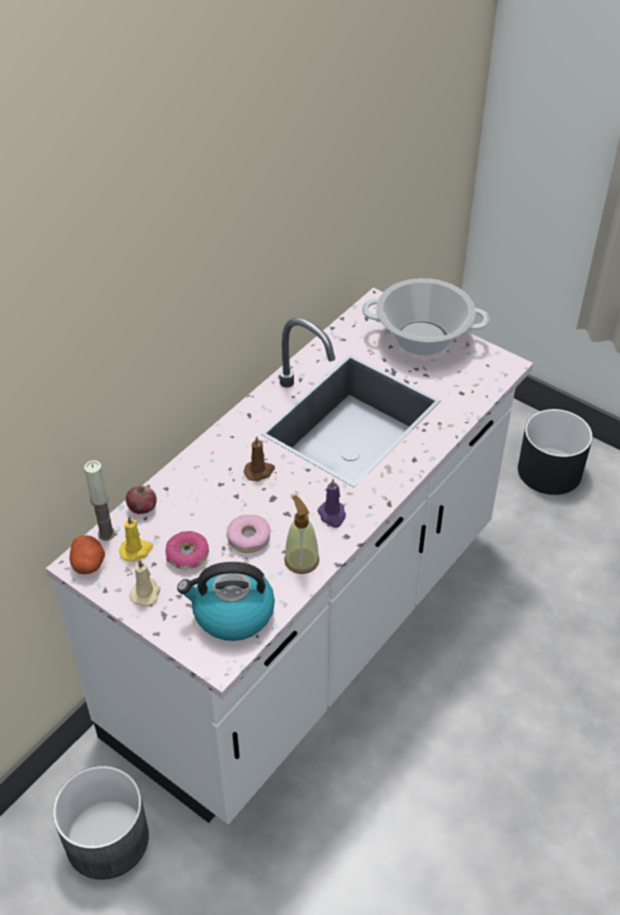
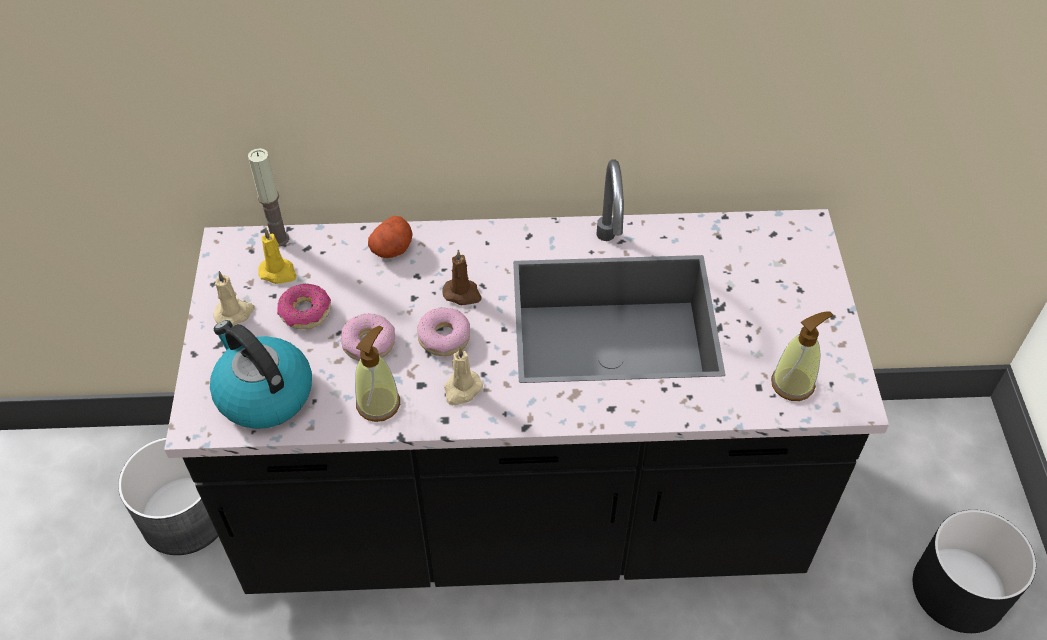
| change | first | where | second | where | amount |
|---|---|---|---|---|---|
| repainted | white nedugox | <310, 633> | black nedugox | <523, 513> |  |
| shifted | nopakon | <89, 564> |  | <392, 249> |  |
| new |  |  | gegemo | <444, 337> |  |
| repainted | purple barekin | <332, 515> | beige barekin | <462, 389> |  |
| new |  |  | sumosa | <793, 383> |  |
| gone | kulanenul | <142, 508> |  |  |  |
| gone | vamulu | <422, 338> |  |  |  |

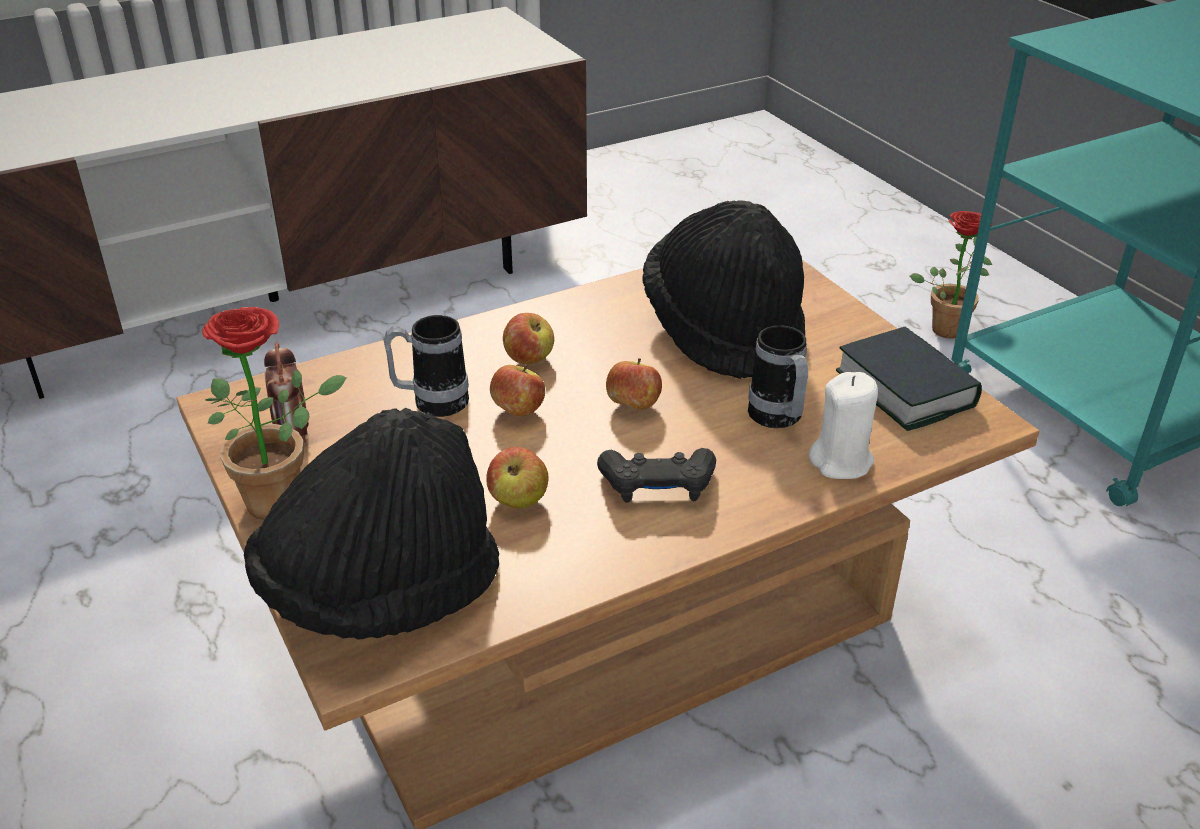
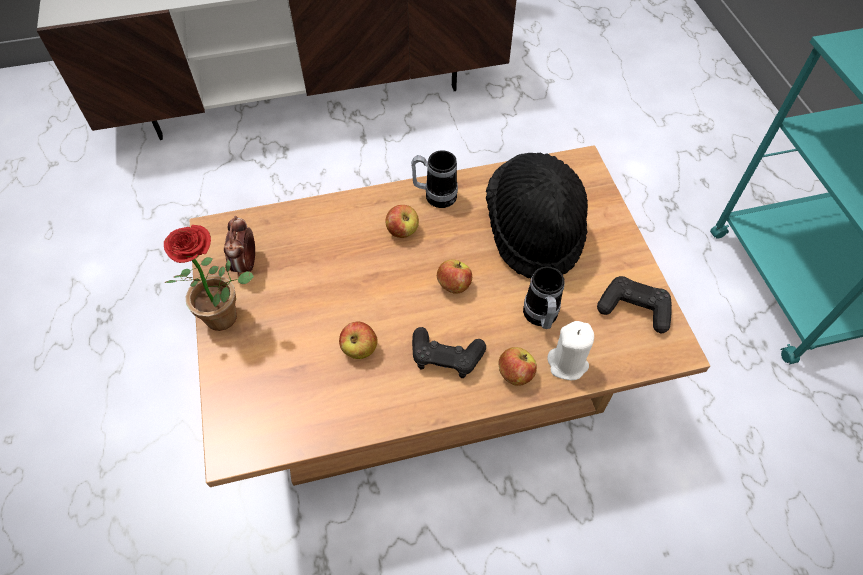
| change | first | where | second | where | amount |
|---|---|---|---|---|---|
| shifted | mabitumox | <431, 403> |  | <434, 196> |  |
| shifted | kulanenul | <518, 411> |  | <515, 374> |  |
| swapped | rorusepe | <905, 389> | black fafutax | <634, 309> |  |
| gone | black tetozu | <382, 591> |  |  |  |
| gone | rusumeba | <948, 326> |  |  |  |

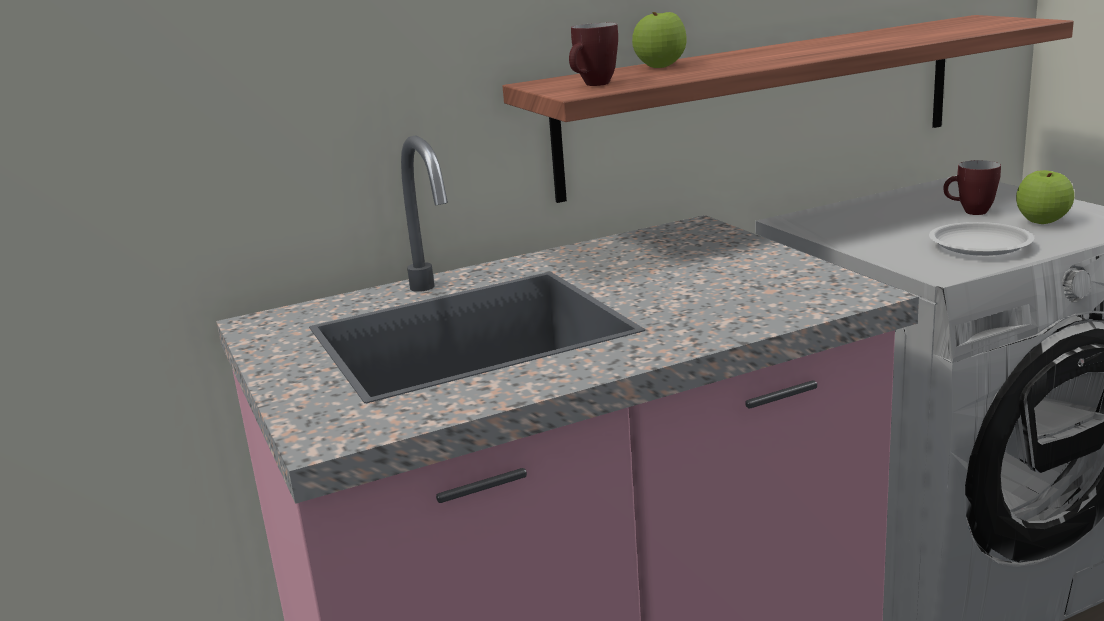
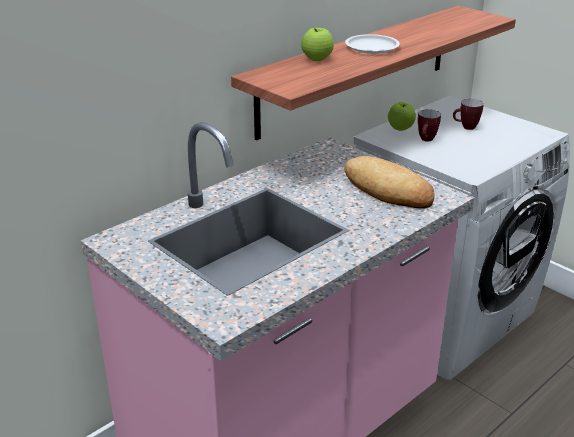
| change | first | where | second | where | amount |
|---|---|---|---|---|---|
| new |  |  | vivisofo | <387, 190> |  |
| shifted | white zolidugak | <980, 245> |  | <372, 47> |  |
| shifted | kulanenul | <1042, 222> |  | <400, 129> |  |
| shifted | mabitumox | <593, 85> |  | <426, 140> |  |

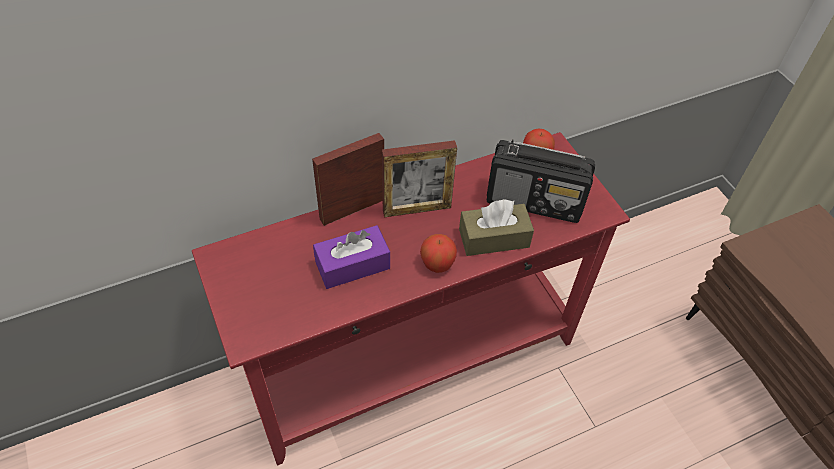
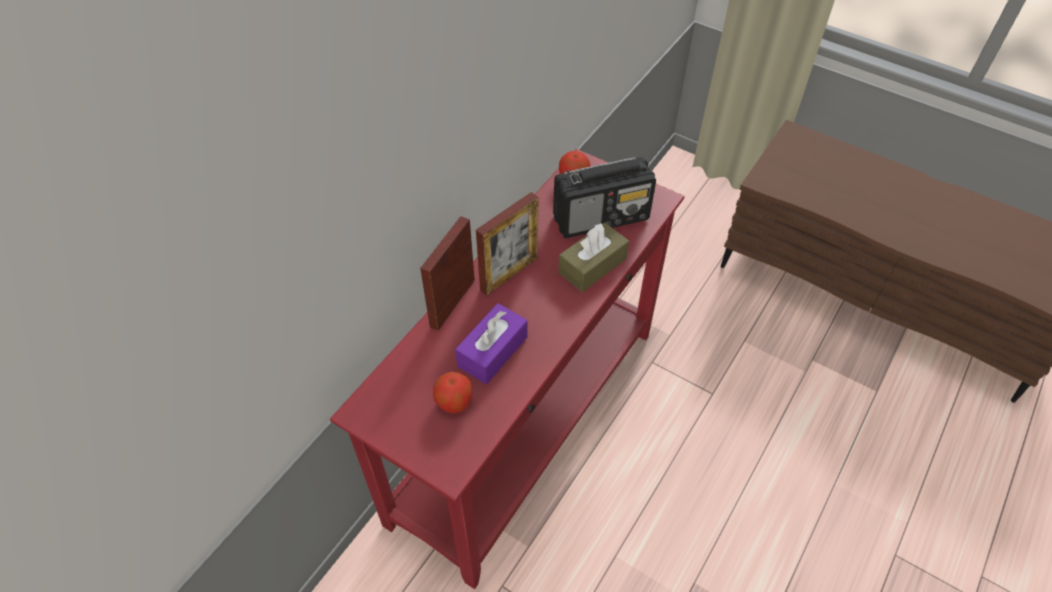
| change | first | where | second | where | amount |
|---|---|---|---|---|---|
| shifted | kulanenul | <437, 263> |  | <454, 402> |  |

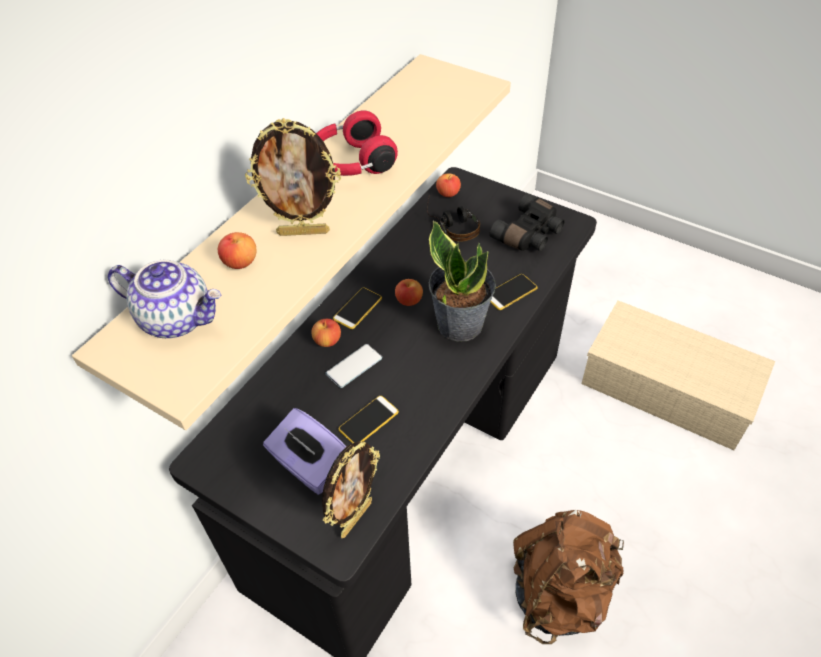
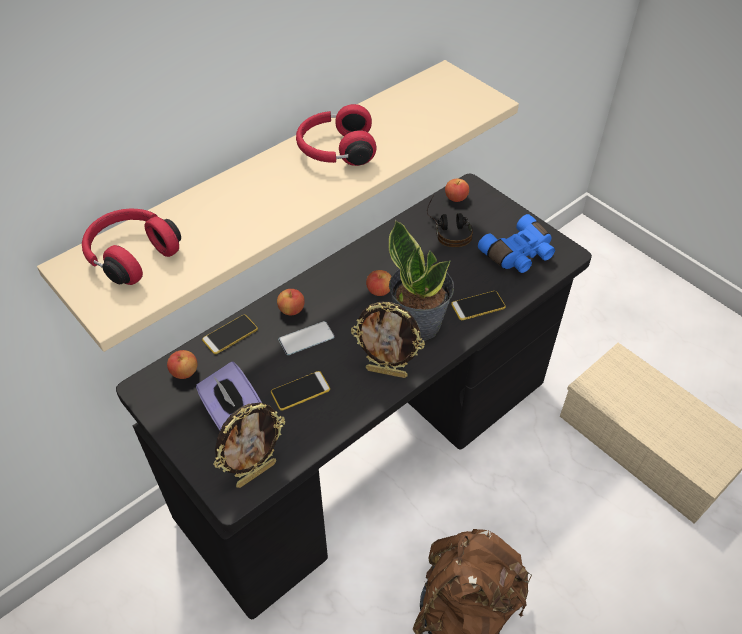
| change | first | where | second | where | amount |
|---|---|---|---|---|---|
| swapped | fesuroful | <178, 318> | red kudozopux | <131, 255> |  |
| shifted | kulanenul | <240, 262> |  | <184, 372> |  |
| shifted | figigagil | <357, 308> |  | <230, 334> |  |
| shifted | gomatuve | <304, 232> |  | <387, 372> |  |
| repainted | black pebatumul | <529, 234> | blue pebatumul | <519, 255> |  |

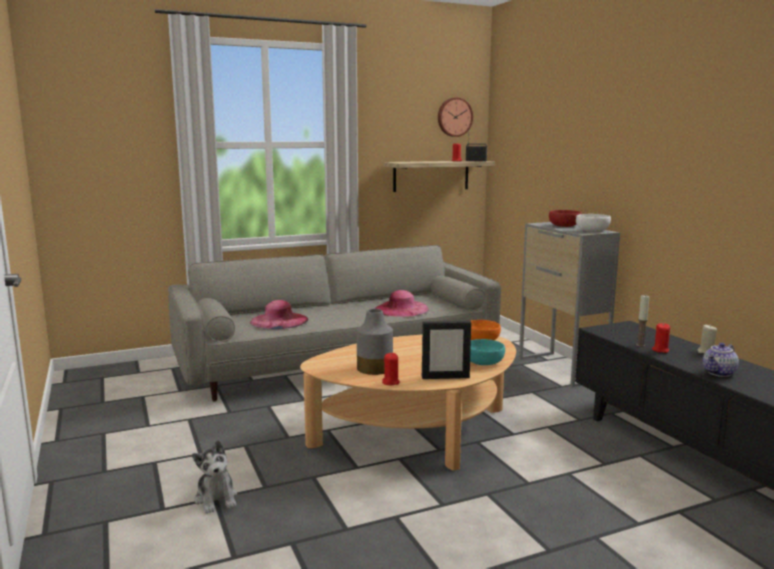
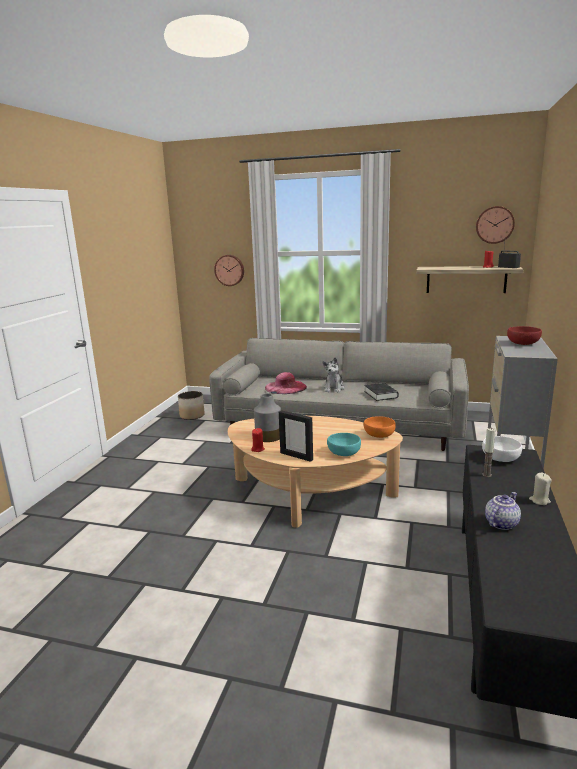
| change | first | where | second | where | amount |
|---|---|---|---|---|---|
| new |  |  | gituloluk | <192, 415> |  |
| new |  |  | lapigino | <229, 270> |  |
| shifted | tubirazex | <216, 499> |  | <334, 388> |  |
| swapped | pink tetozu | <401, 309> | black rorusepe | <381, 394> |  |
| shifted | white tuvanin | <592, 230> |  | <501, 458> |  |
| rotated | fesuroful | <719, 373> |  | <500, 523> | 135 degrees clockwise |
| gone | red barekin | <660, 350> |  |  |  |

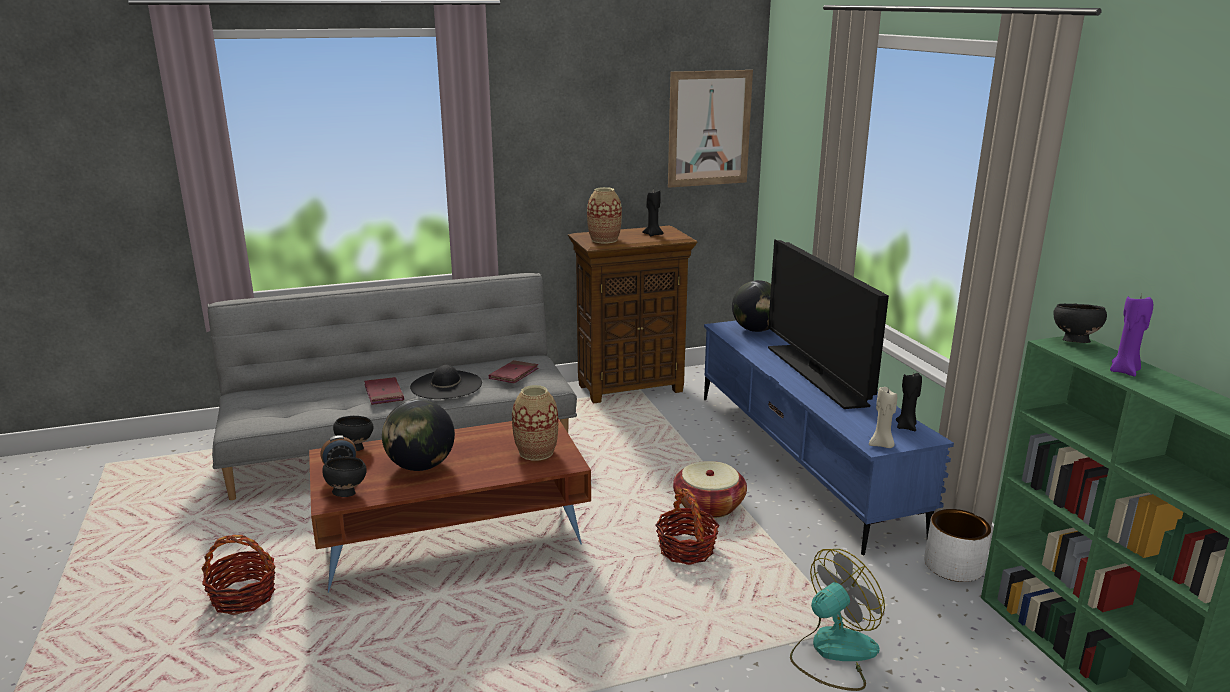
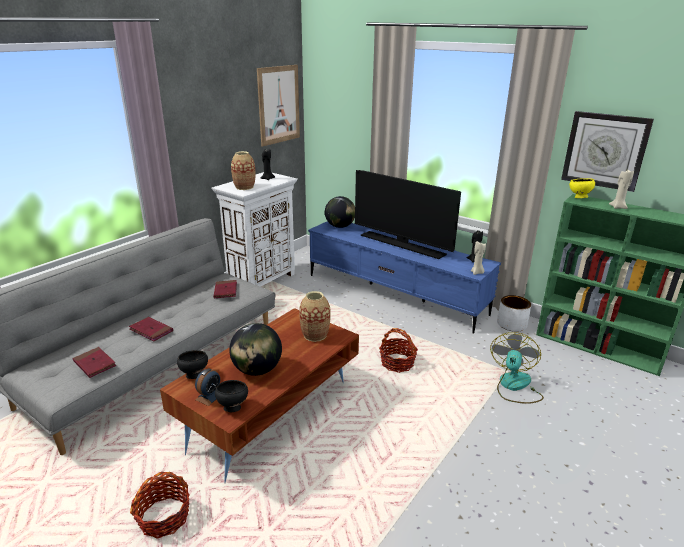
| change | first | where | second | where | amount |
|---|---|---|---|---|---|
| new |  |  | red rorusepe | <94, 364> |  |
| repainted | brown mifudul | <631, 387> | white mifudul | <262, 280> |  |
| new |  |  | lapigino | <605, 150> |  |
| repainted | black tuvanin | <1073, 342> | yellow tuvanin | <579, 198> |  |
| repainted | purple barekin | <1125, 371> | beige barekin | <618, 207> |  |
| gone | black tetozu | <446, 385> |  |  |  |
| gone | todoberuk | <709, 505> |  |  |  |

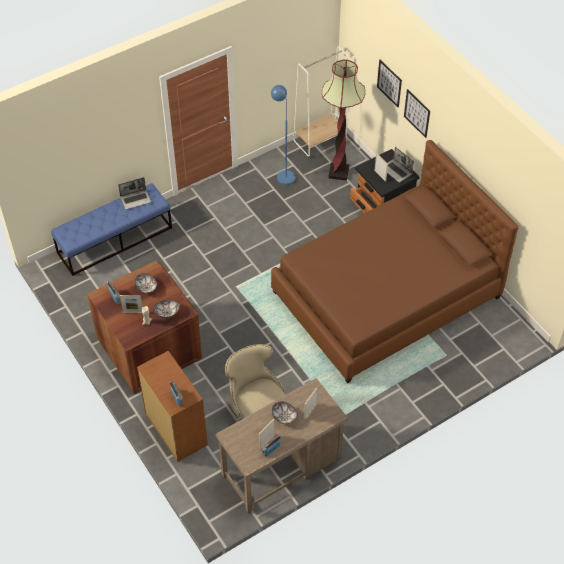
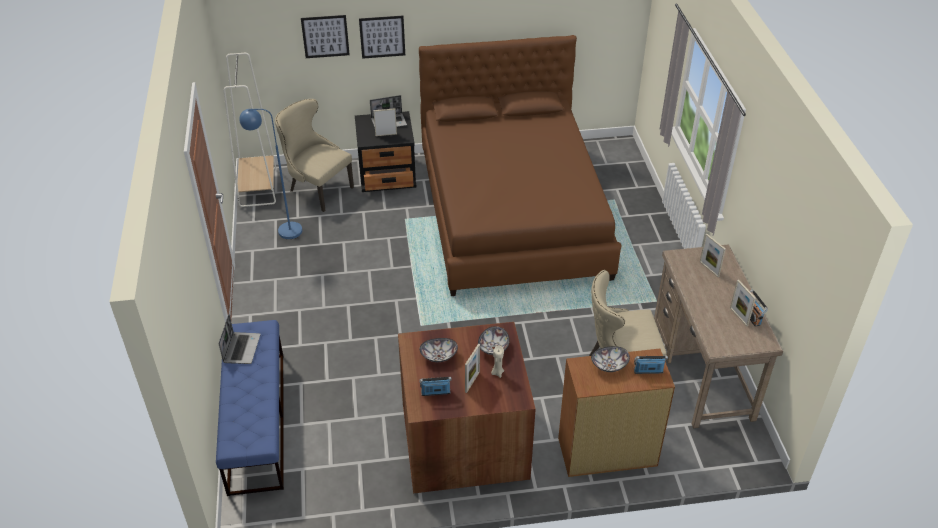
| change | first | where | second | where | amount |
|---|---|---|---|---|---|
| swapped | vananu | <338, 172> | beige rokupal | <318, 190> |  |
| shifted | tuvanin | <284, 417> |  | <609, 366> |  |

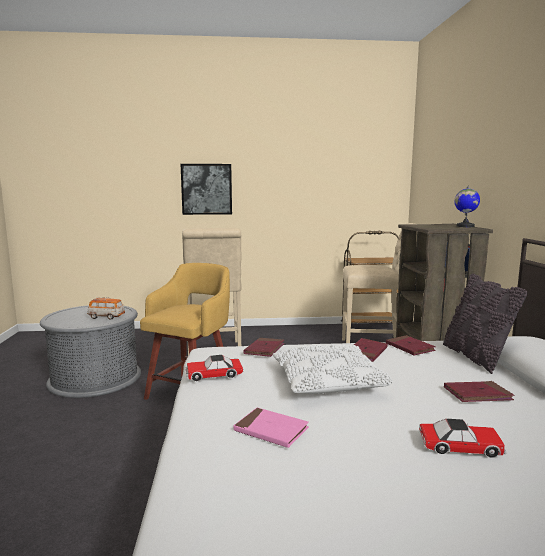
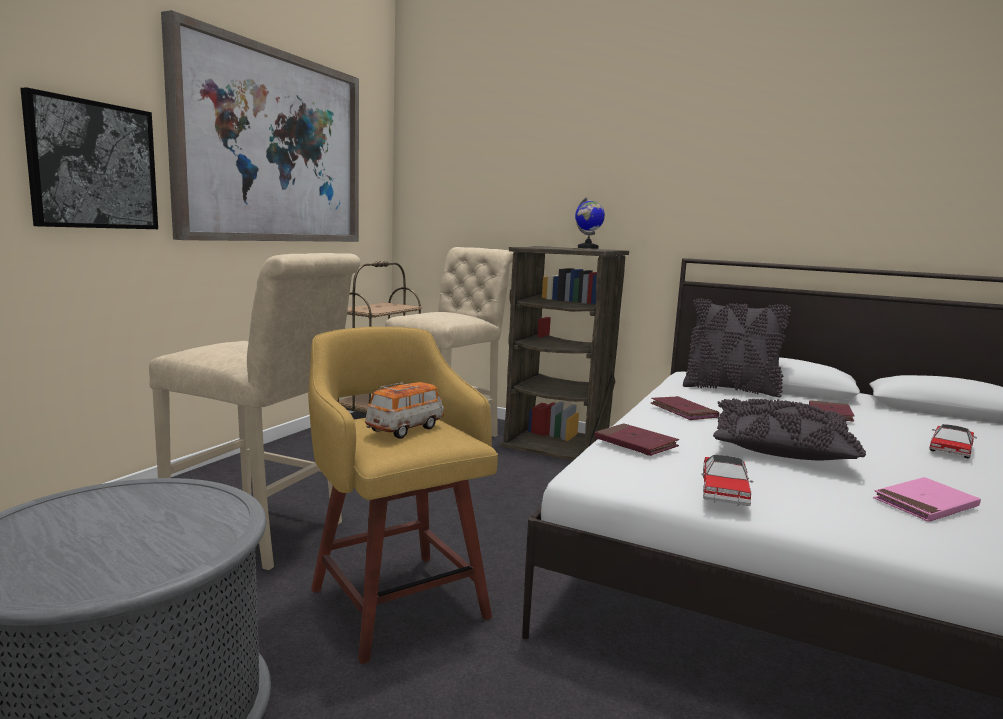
| change | first | where | second | where | amount |
|---|---|---|---|---|---|
| new |  |  | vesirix | <273, 148> |  |
| shifted | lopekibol | <106, 317> |  | <405, 429> |  |
| repainted | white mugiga | <328, 382> | black mugiga | <780, 447> |  |
| gone | red rorusepe | <410, 347> |  |  |  |

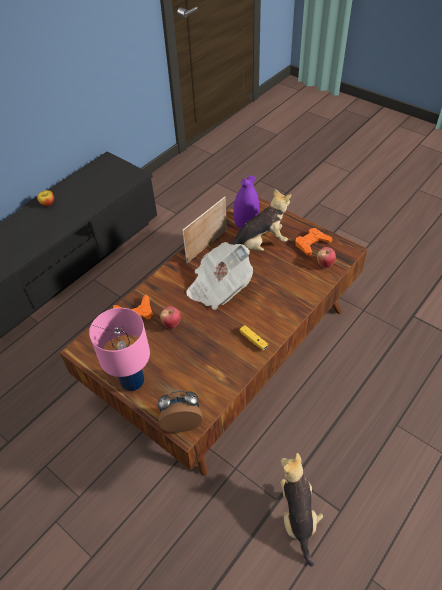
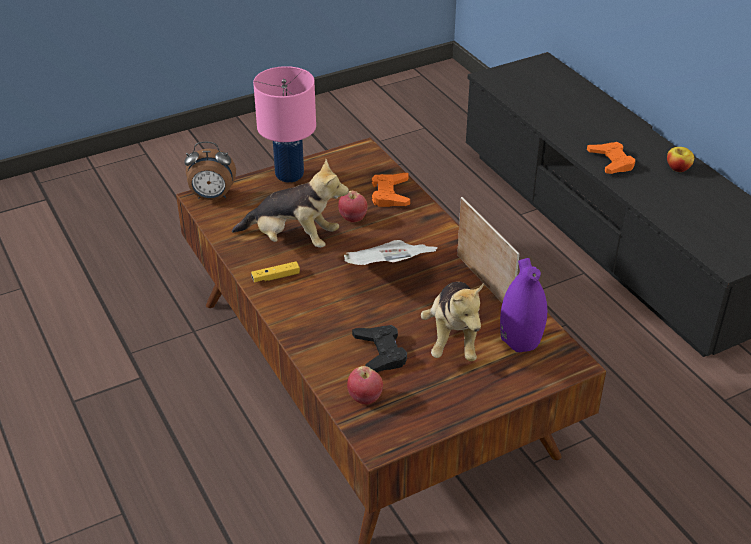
| change | first | where | second | where | amount |
|---|---|---|---|---|---|
| rotated | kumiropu | <181, 422> |  | <212, 197> | 75 degrees clockwise |
| shifted | tubirazex | <297, 515> |  | <292, 239> |  |
| new |  |  | black fafutax | <380, 353> |  |
| shifted | orange fafutax | <311, 244> |  | <611, 162> |  |

